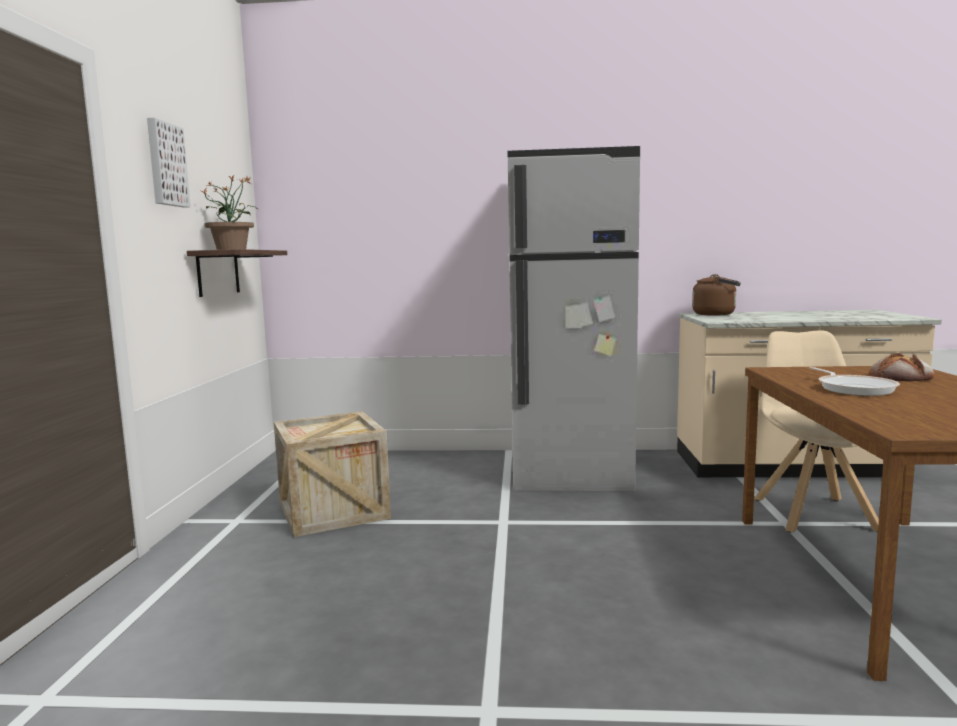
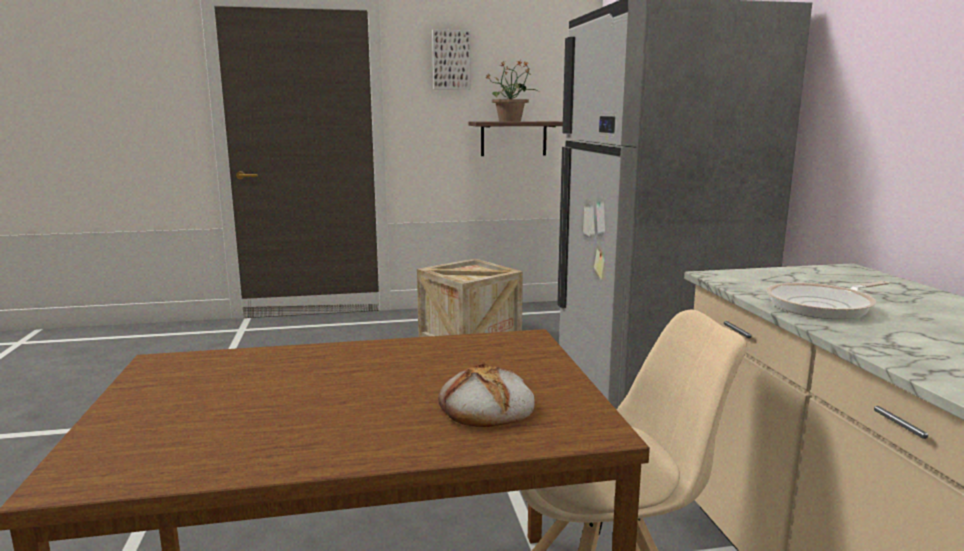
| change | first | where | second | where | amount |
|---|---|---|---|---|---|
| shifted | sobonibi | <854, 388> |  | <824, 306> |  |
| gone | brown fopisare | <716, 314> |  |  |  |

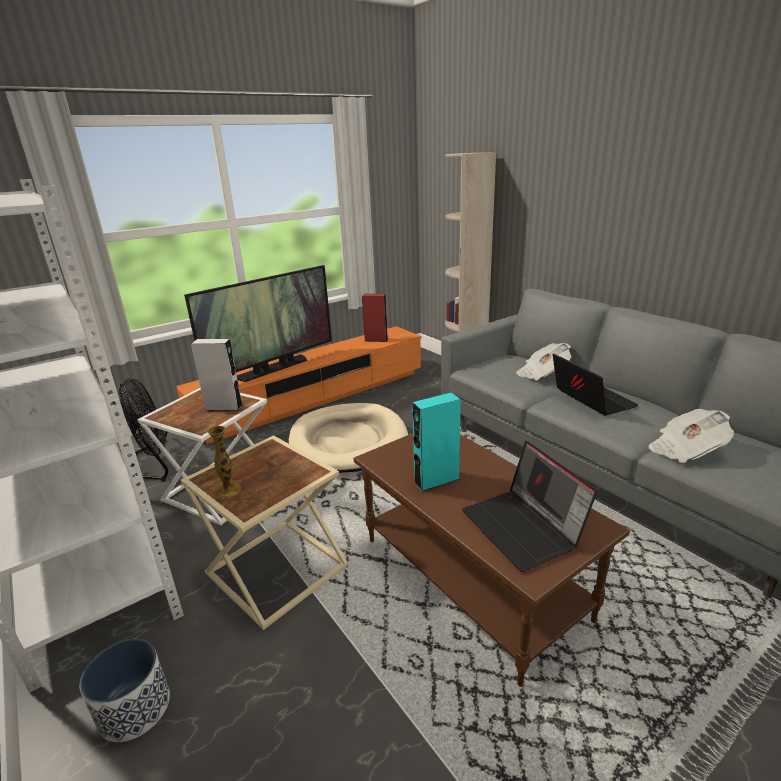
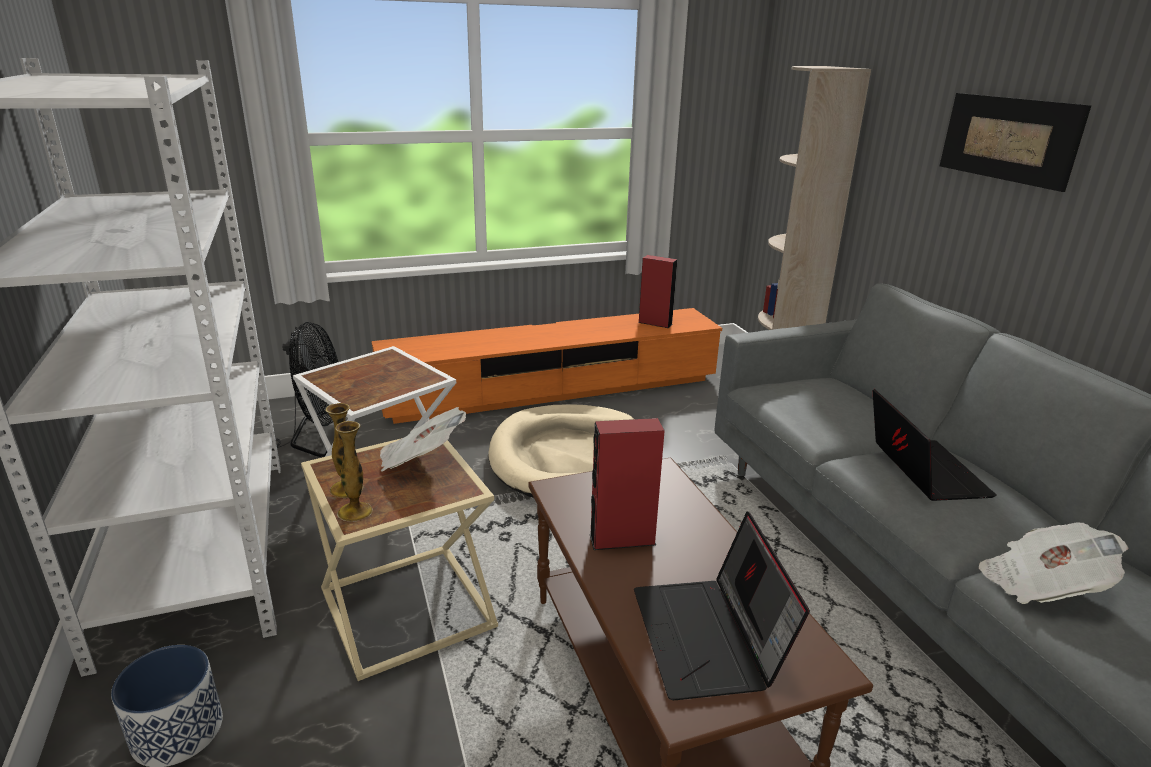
| change | first | where | second | where | amount |
|---|---|---|---|---|---|
| new |  |  | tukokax | <355, 512> |  |
| shifted | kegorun | <542, 374> |  | <421, 460> |  |
| repainted | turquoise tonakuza | <436, 480> | red tonakuza | <622, 539> |  |
| new |  |  | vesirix | <1008, 139> |  |
| gone | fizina | <273, 368> |  |  |  |
| gone | grey tonakuza | <224, 407> |  |  |  |

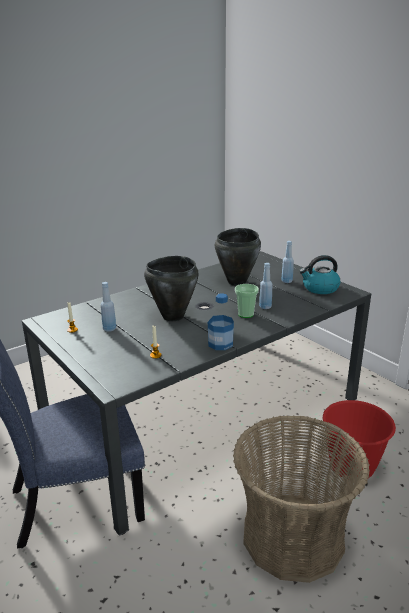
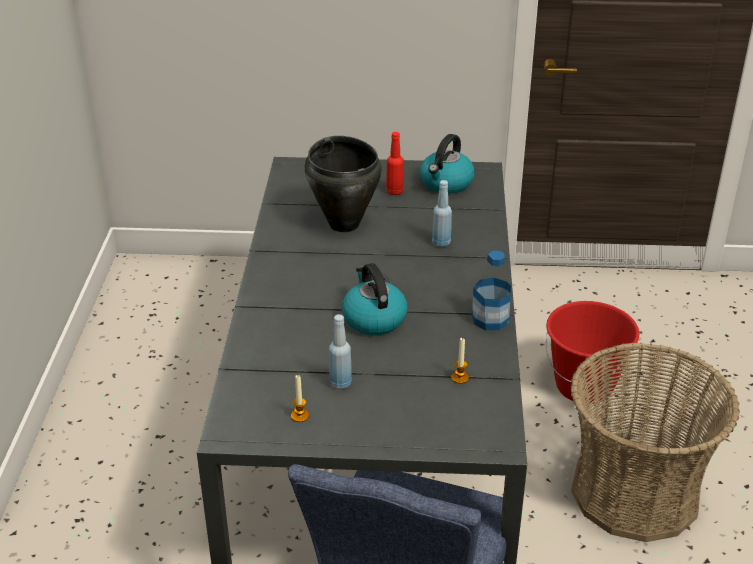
| change | first | where | second | where | amount |
|---|---|---|---|---|---|
| swapped | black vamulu | <172, 316> | fopisare | <373, 318> |  |
| repainted | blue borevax | <286, 281> | red borevax | <395, 191> |  |
| gone | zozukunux | <246, 314> |  |  |  |

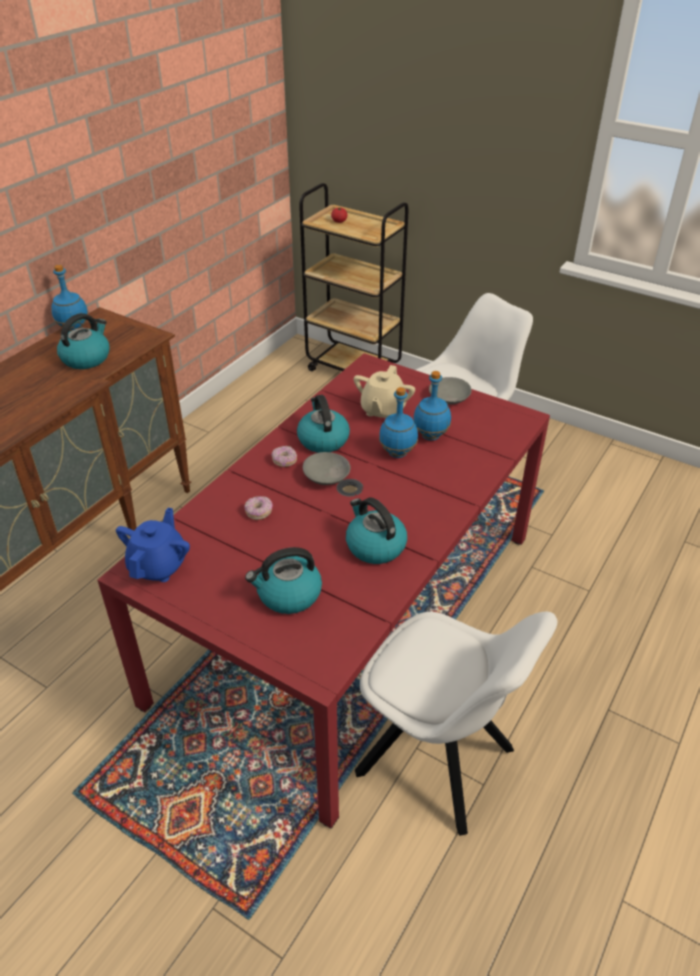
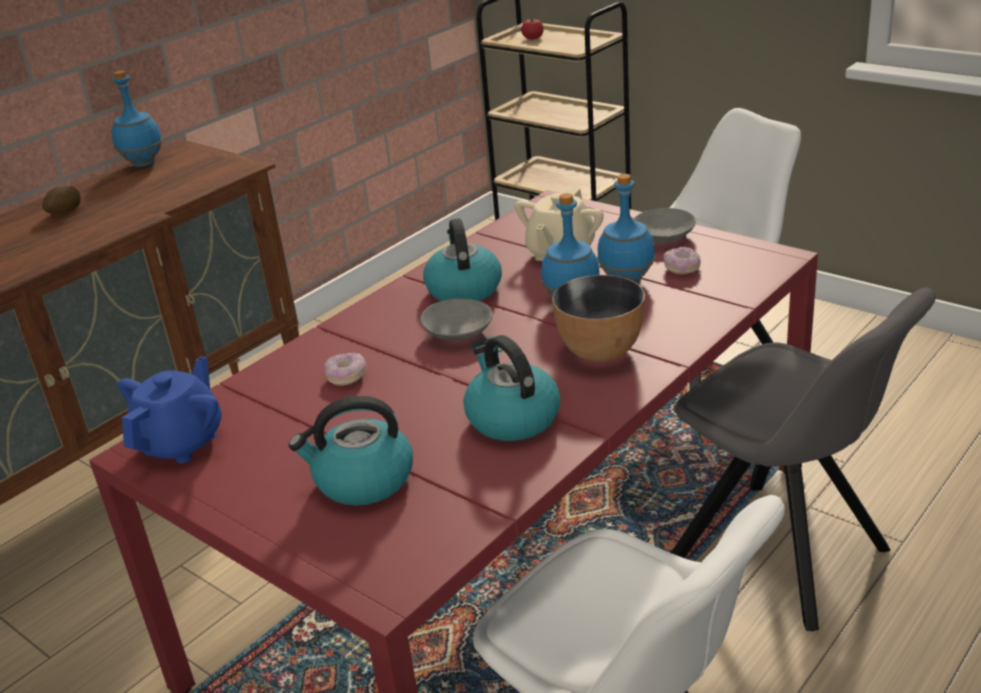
| change | first | where | second | where | amount |
|---|---|---|---|---|---|
| new |  |  | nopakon | <65, 212> |  |
| new |  |  | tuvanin | <600, 351> |  |
| shifted | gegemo | <284, 461> |  | <682, 269> |  |
| new |  |  | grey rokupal | <781, 554> |  |
| gone | fopisare | <86, 358> |  |  |  |

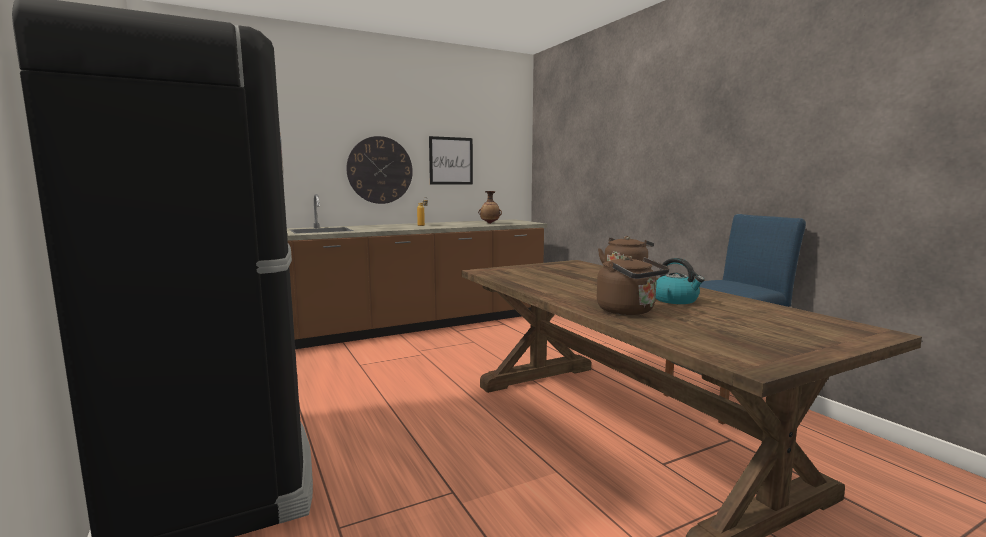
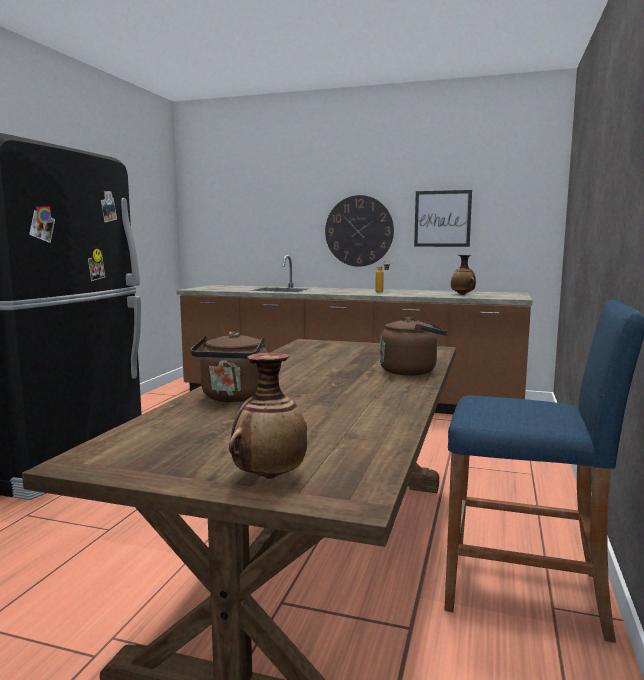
| change | first | where | second | where | amount |
|---|---|---|---|---|---|
| new |  |  | tukokax | <269, 477> |  |
| gone | fopisare | <676, 300> |  |  |  |

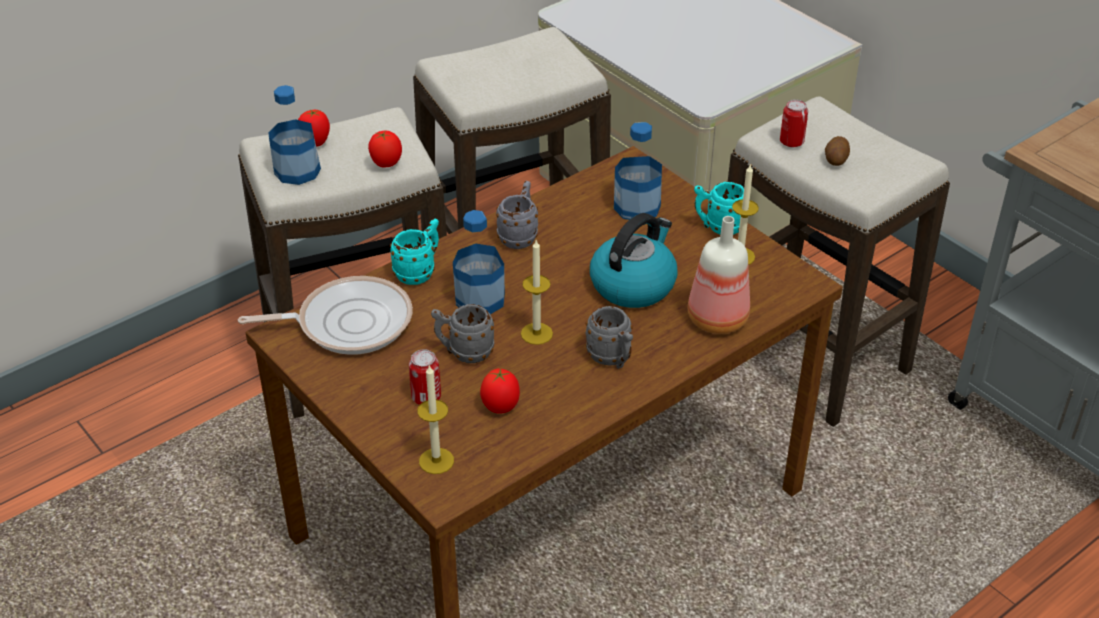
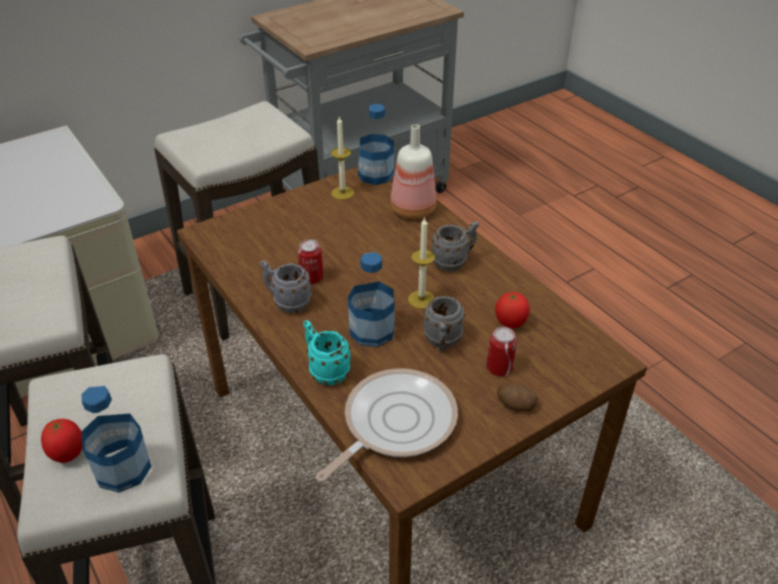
| change | first | where | second | where | amount |
|---|---|---|---|---|---|
| shifted | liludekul | <791, 142> |  | <311, 278> |  |
| rotated | sobonibi | <348, 322> |  | <394, 423> | 45 degrees clockwise |
| shifted | borevax | <637, 207> |  | <376, 175> |  |
| shifted | nopakon | <835, 159> |  | <515, 405> |  |
| gone | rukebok | <386, 164> |  |  |  |
| gone | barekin | <436, 461> |  |  |  |
| gone | fopisare | <633, 284> |  |  |  |
| gone | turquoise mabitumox | <718, 227> |  |  |  |

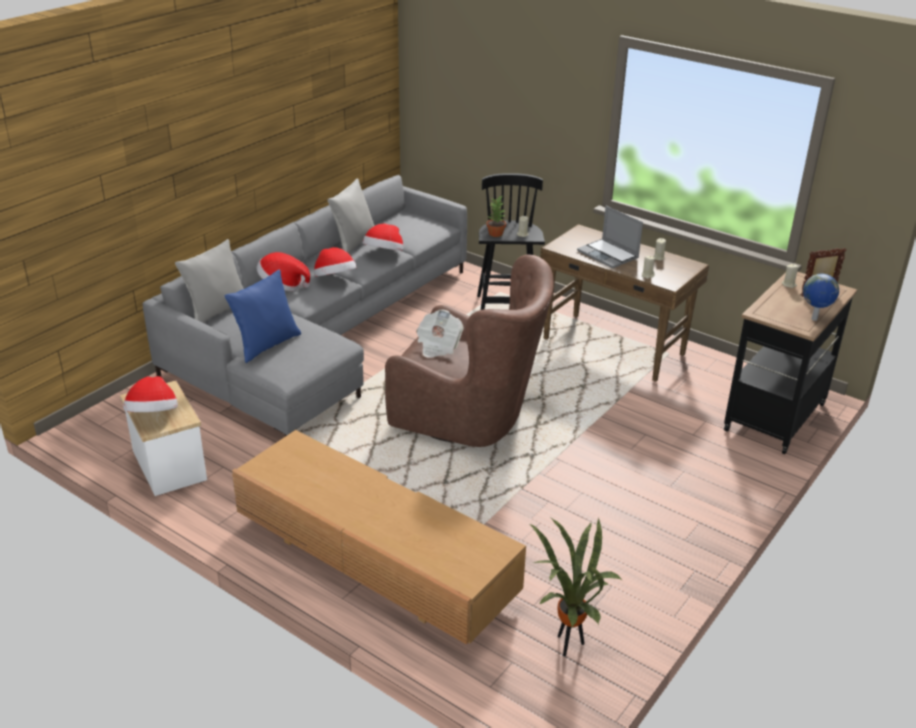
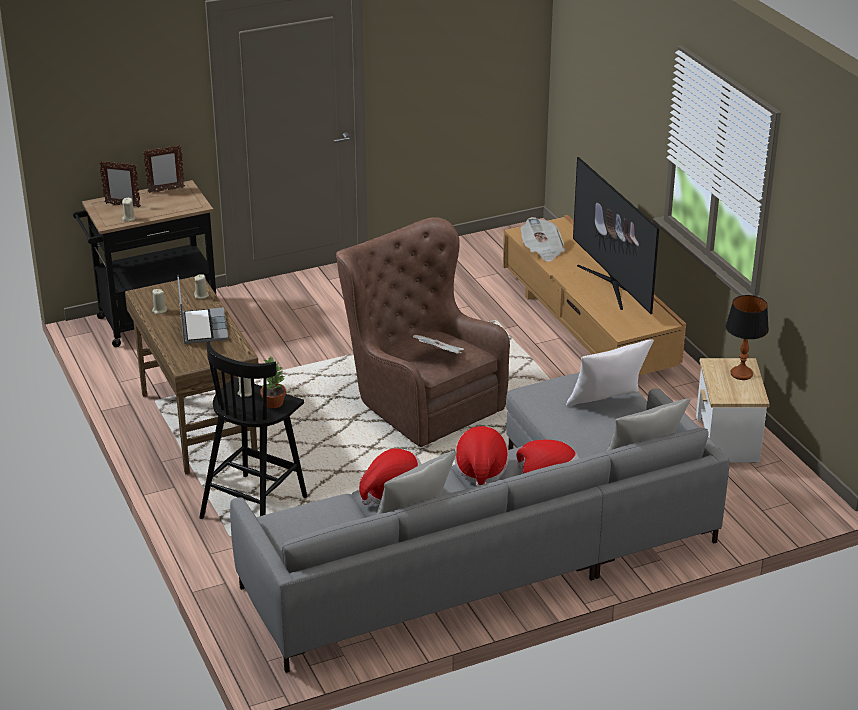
| change | first | where | second | where | amount |
|---|---|---|---|---|---|
| swapped | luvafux | <814, 319> | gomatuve | <165, 190> |  |
| new |  |  | kegorun | <542, 250> |  |
| repainted | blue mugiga | <266, 345> | white mugiga | <607, 404> |  |
| new |  |  | fizina | <612, 284> |  |
| swapped | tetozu | <153, 415> | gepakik | <741, 374> |  |
| gone | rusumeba | <567, 646> |  |  |  |

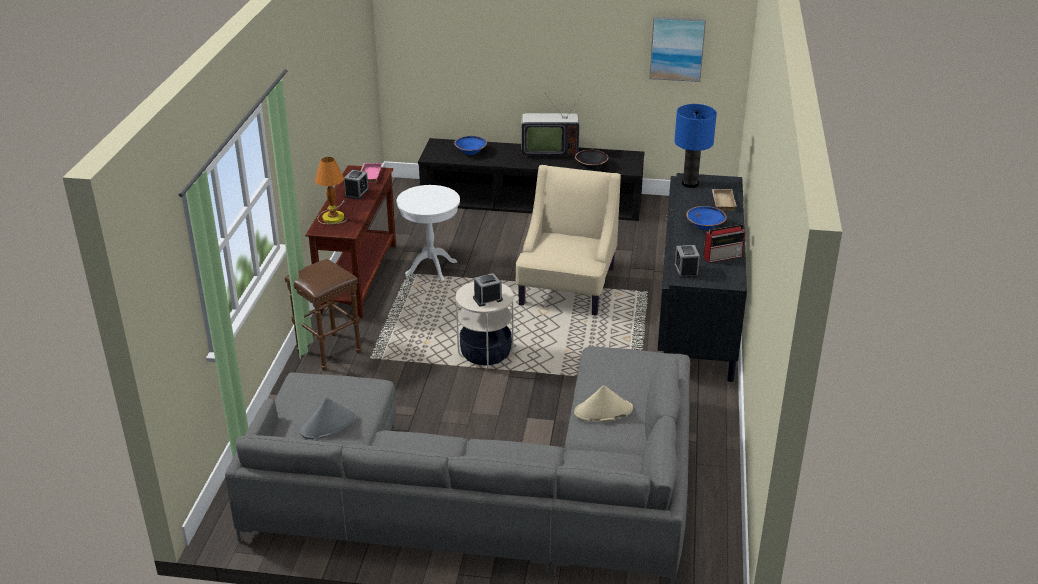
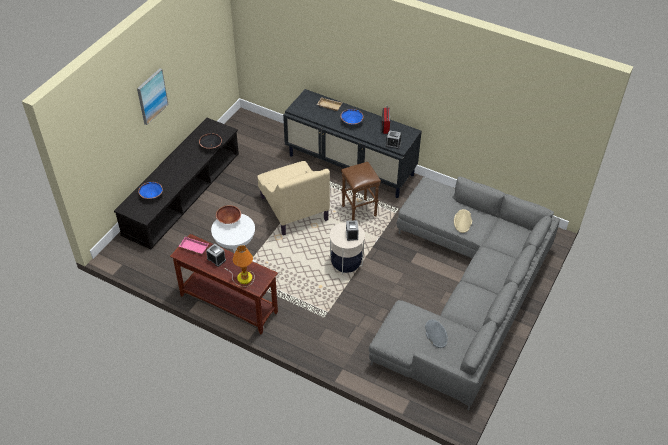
| change | first | where | second | where | amount |
|---|---|---|---|---|---|
| shifted | vesirix | <677, 48> |  | <151, 96> |  |
| new |  |  | brown tuvanin | <228, 219> |  |
| rotated | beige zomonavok | <567, 286> |  | <293, 208> | 150 degrees counterclockwise |
| shifted | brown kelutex | <329, 350> |  | <358, 210> |  |
| gone | fizina | <548, 151> |  |  |  |
| gone | blue gepakik | <689, 184> |  |  |  |

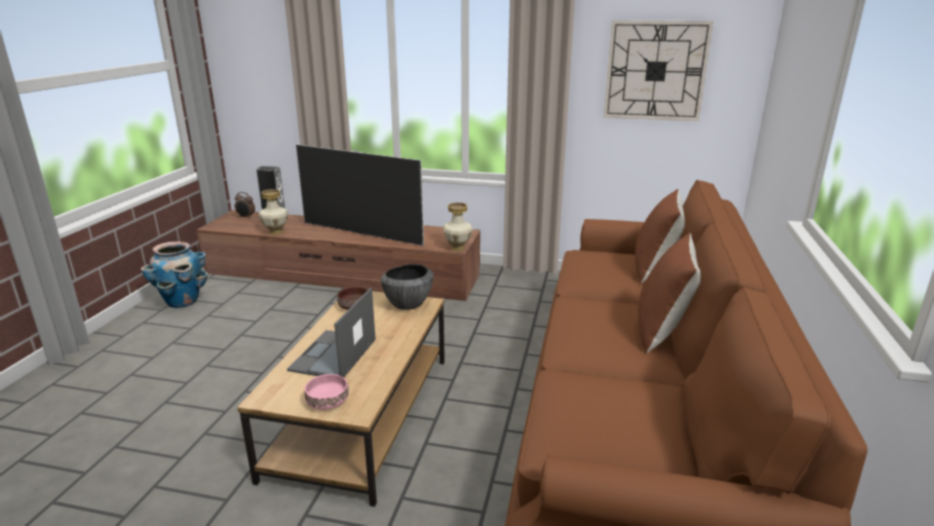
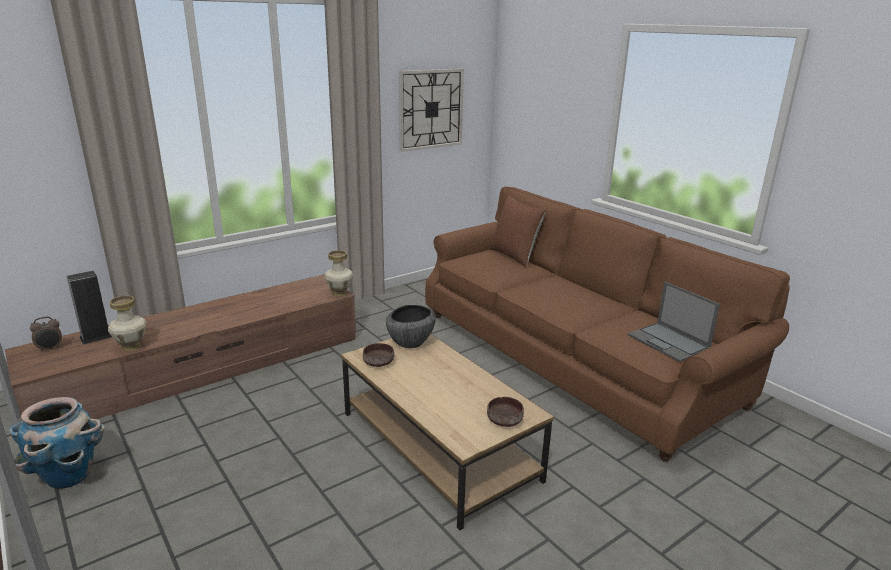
| change | first | where | second | where | amount |
|---|---|---|---|---|---|
| repainted | pink tuvanin | <326, 402> | brown tuvanin | <504, 421> |  |
| shifted | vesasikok | <333, 355> |  | <669, 342> |  |
| gone | fizina | <362, 233> |  |  |  |
| gone | brown mugiga | <662, 331> |  |  |  |

